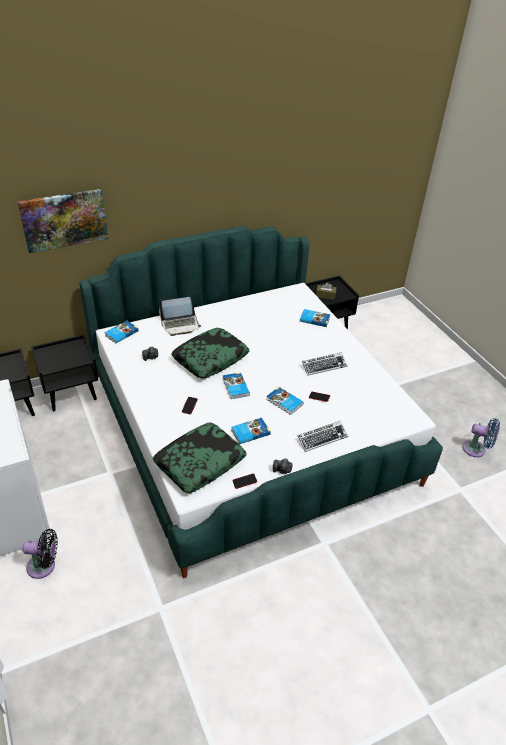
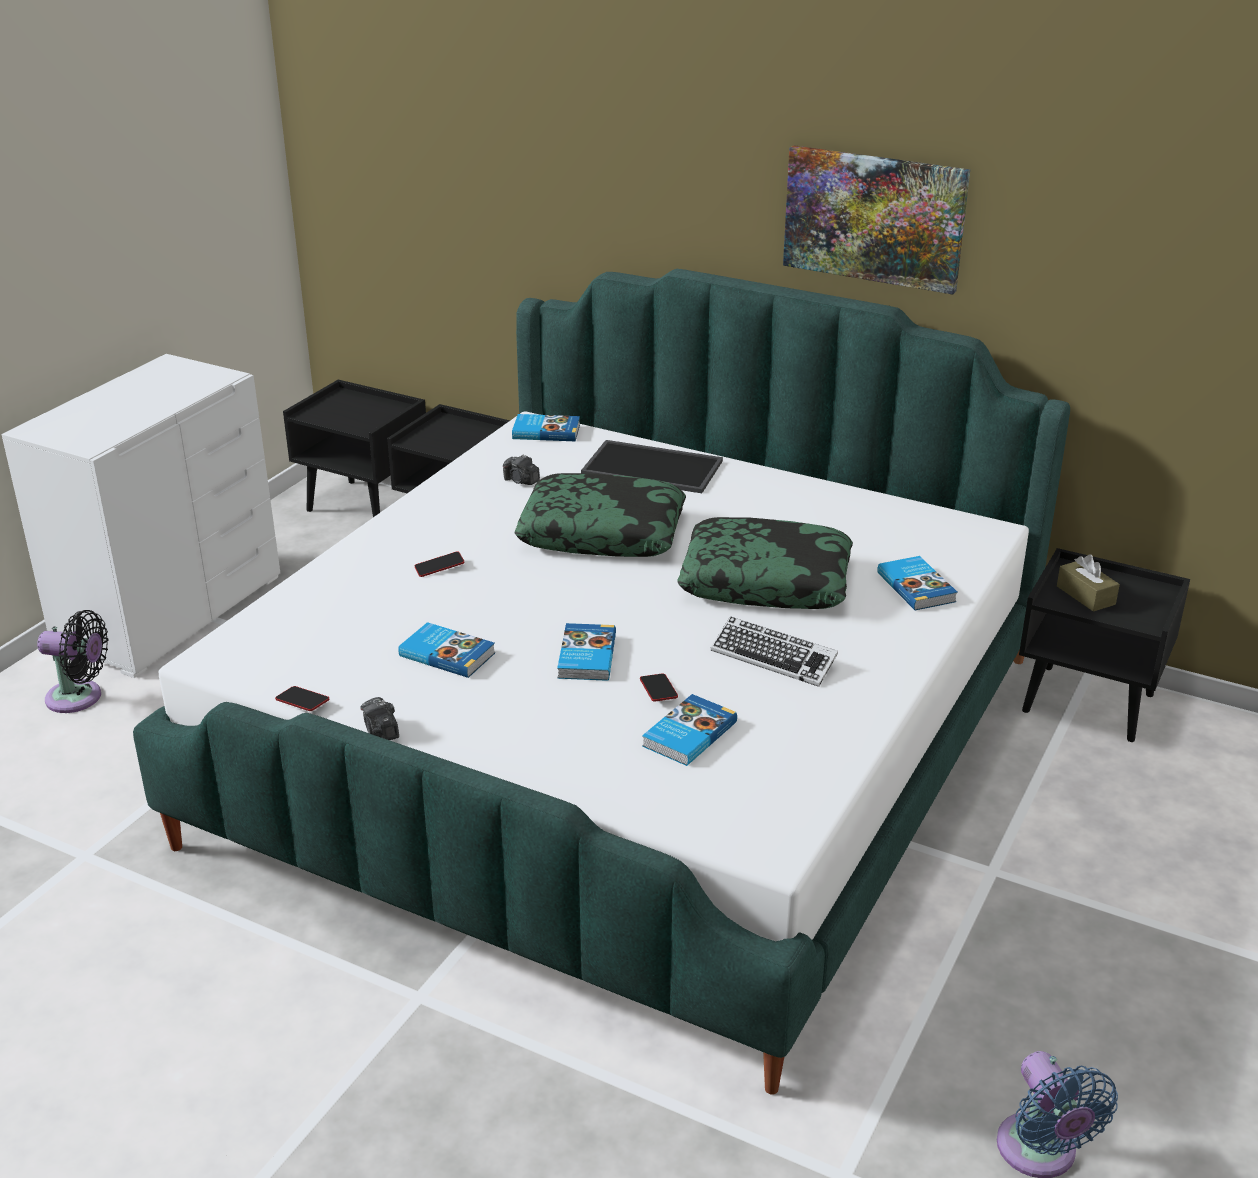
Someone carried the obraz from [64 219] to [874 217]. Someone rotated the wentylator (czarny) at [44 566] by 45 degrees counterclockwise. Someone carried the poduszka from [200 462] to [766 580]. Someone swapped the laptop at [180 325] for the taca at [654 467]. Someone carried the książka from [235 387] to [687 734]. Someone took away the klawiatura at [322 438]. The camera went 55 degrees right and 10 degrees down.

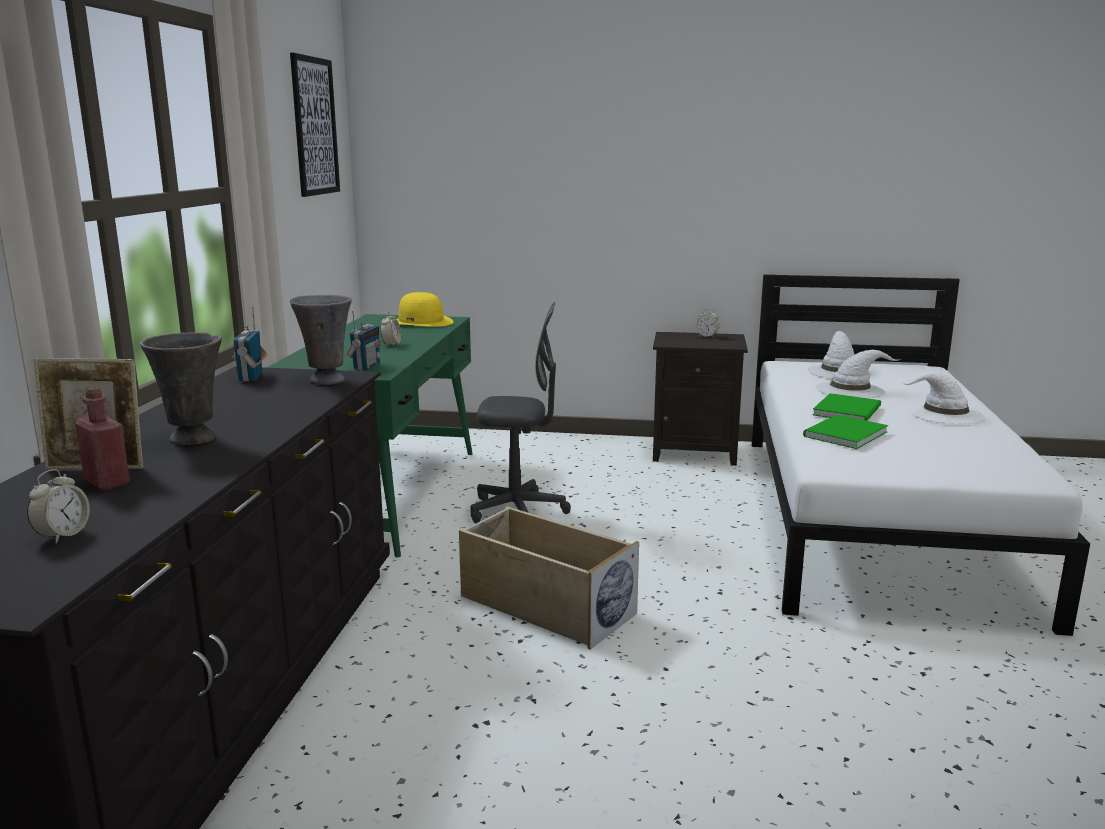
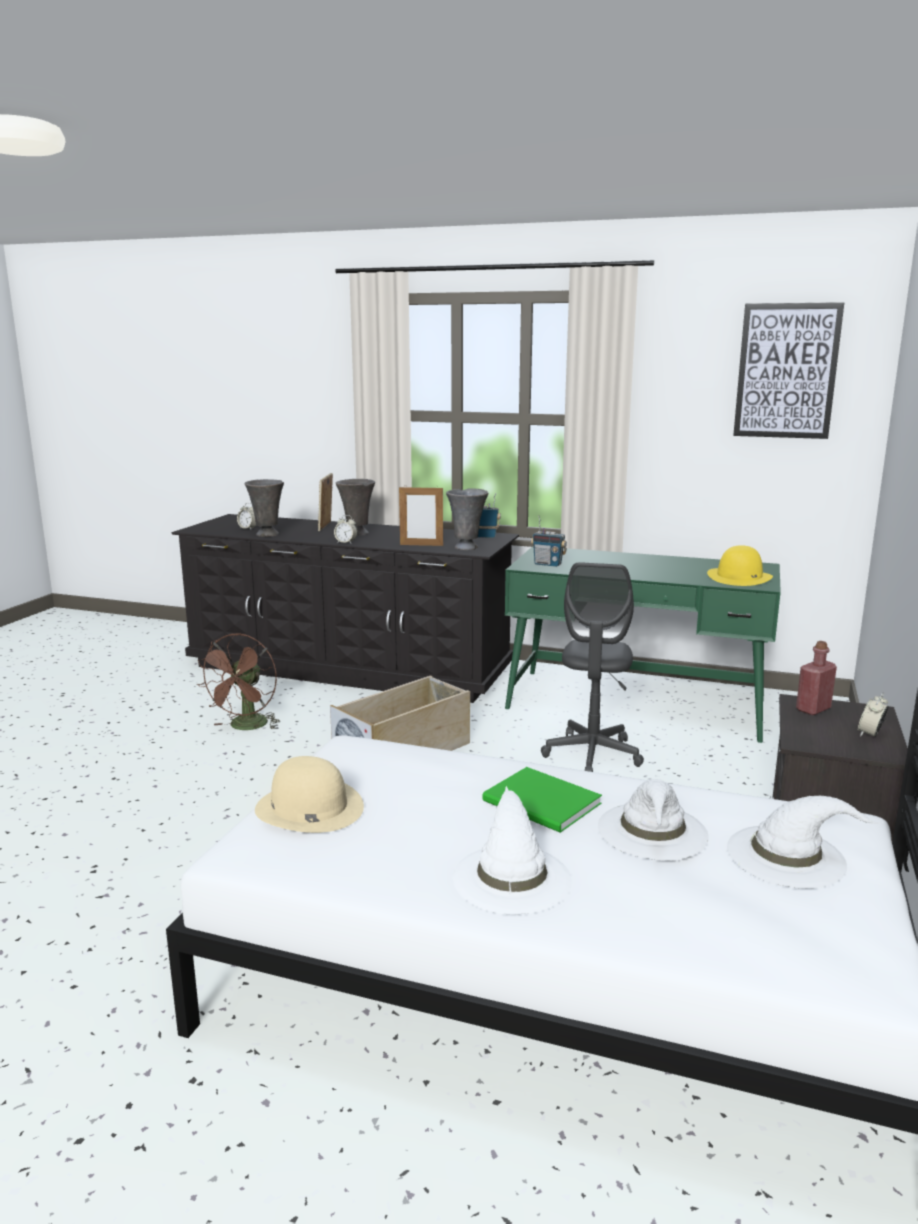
Someone carried the butelka (czerwony) from [107 482] to [813 709]. Someone carried the budzik from [391 344] to [346 542]. Someone took away the książka (zielony) at [842 434]. Someone put down the wentylator (brązowy) at [246 727]. Someone put down the wazon (szary) at [268 535]. Someone put down the kapelusz (beżowy) at [309 808]. Someone put down the ramka na zdjęcie at [421 545]. The camera went 100 degrees right and 0 degrees up.

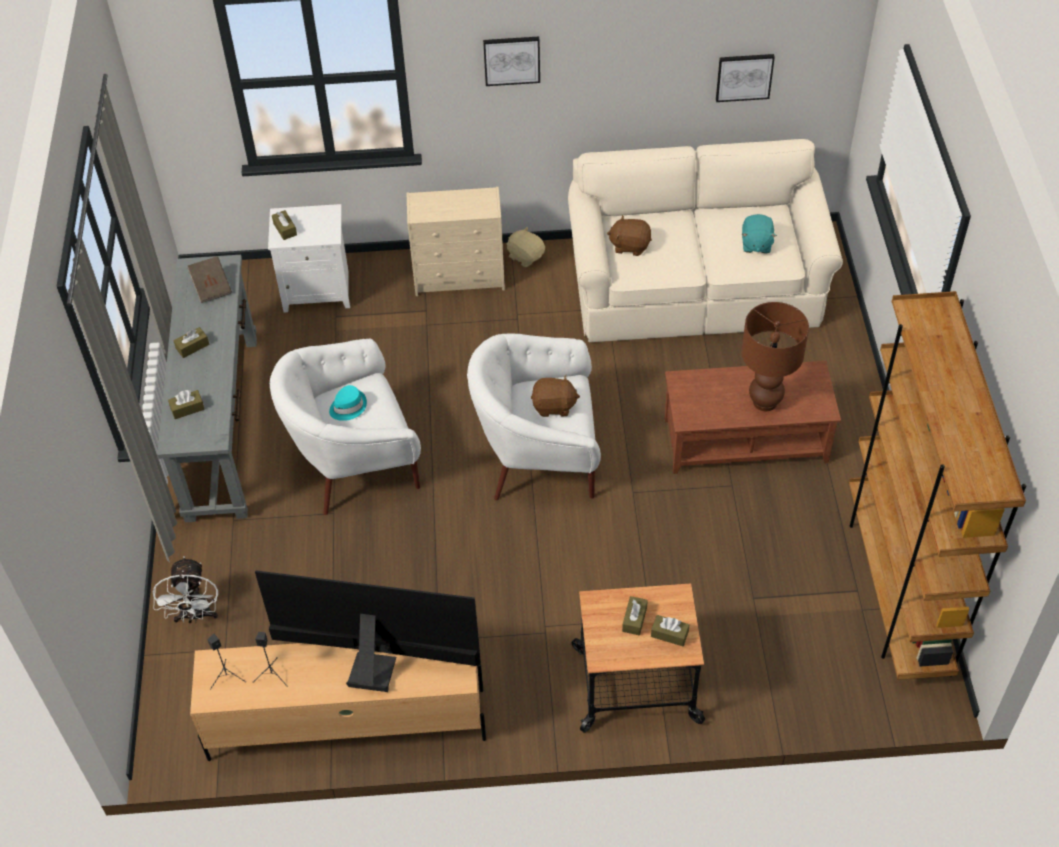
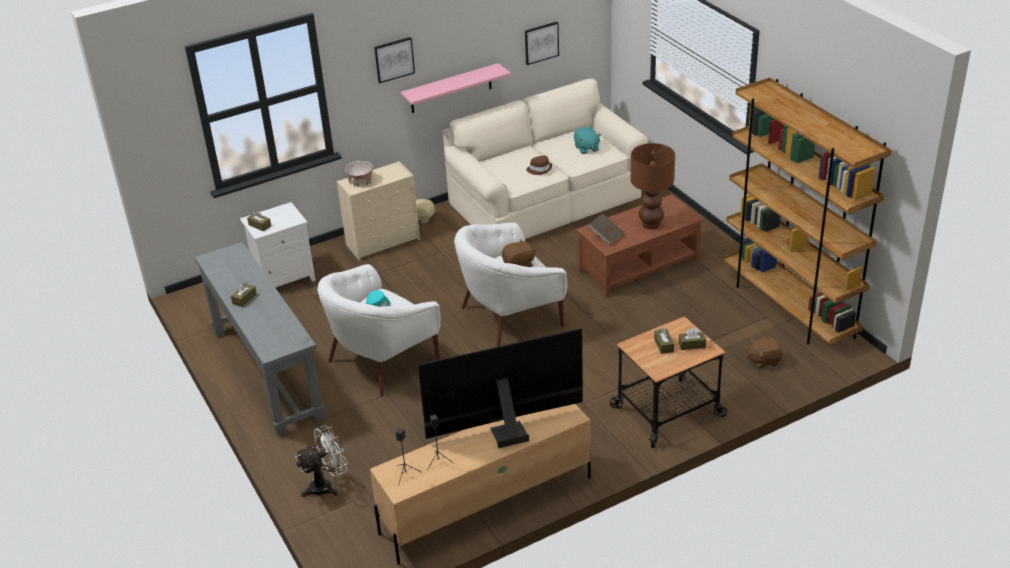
Someone rotated the wentylator (biały) at [196 616] by 90 degrees counterclockwise. Someone took away the pudełko chusteczek (brązowy) at [187 408]. Someone carried the książka (brązowy) from [211 287] to [606 235]. Someone carried the pluszak (brązowy) from [630 245] to [763 360]. Someone put down the miska (beżowy) at [360 182]. Someone put up the półka (różowy) at [451 88]. Someone put down the kapelusz (brązowy) at [539 169]. The camera went 25 degrees left and 15 degrees down.

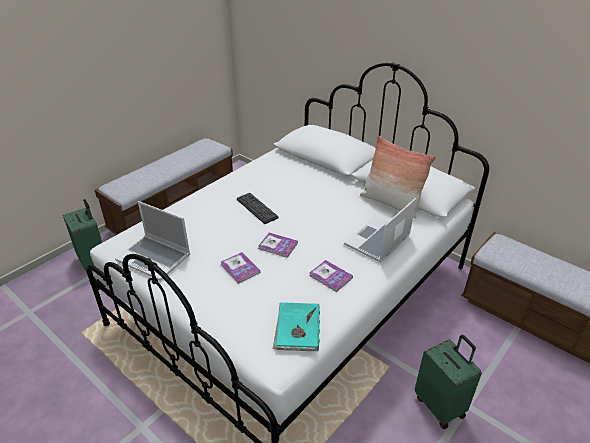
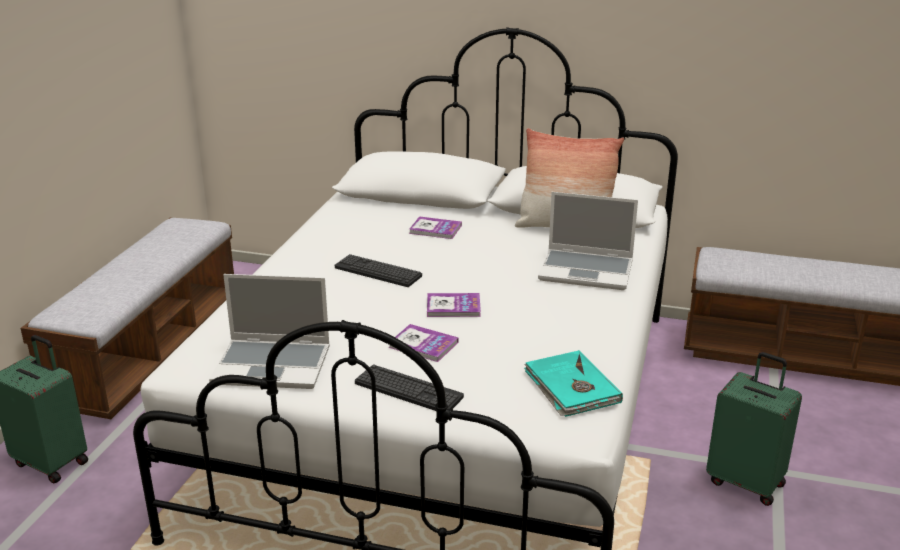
Someone carried the książka from [330 276] to [435 229]. Someone rotated the laptop at [378 241] by 90 degrees counterclockwise. Someone put down the klawiatura at [408 390]. The camera went 25 degrees left and 10 degrees down.

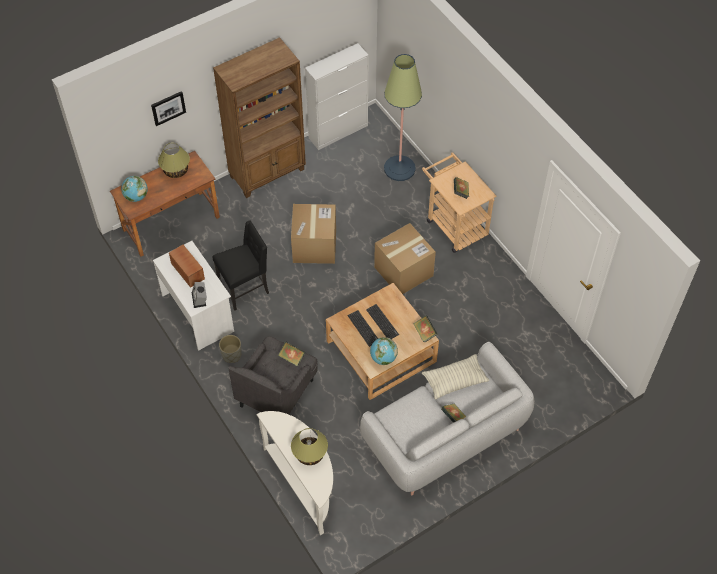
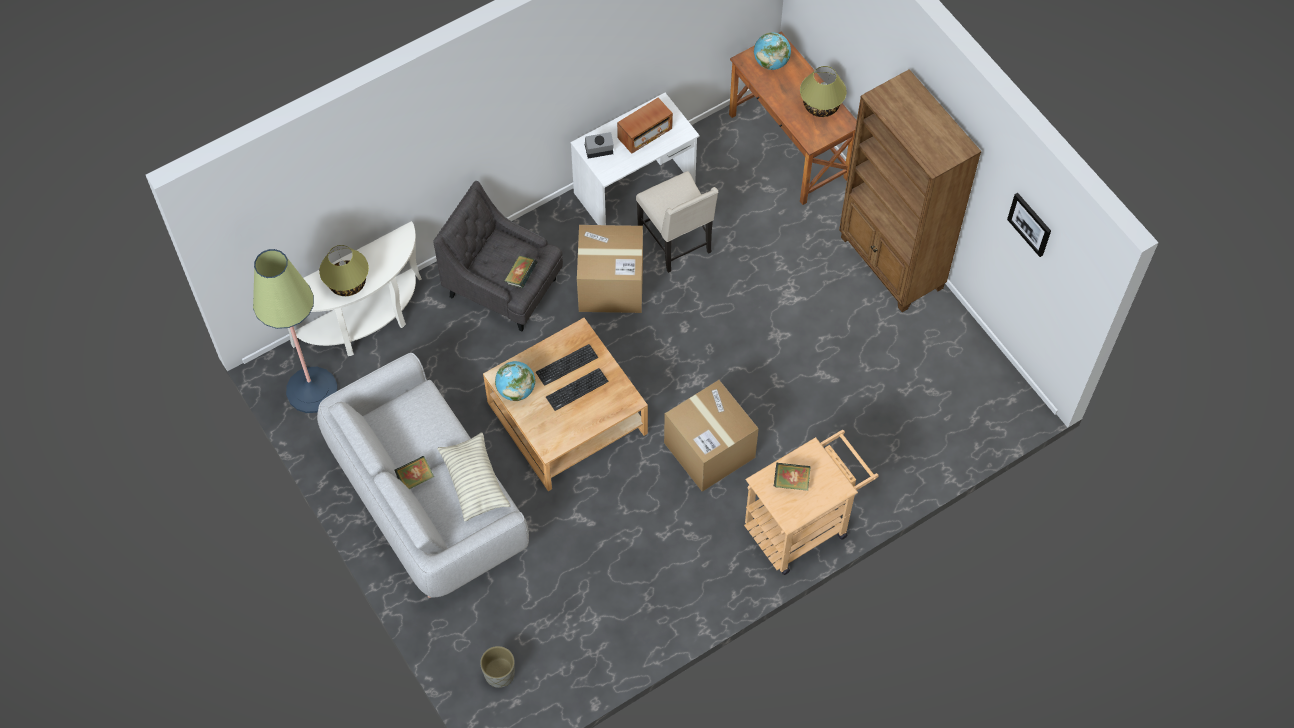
Someone carried the obraz from [168 108] to [1030 224]. Someone repainted the krzesło (czarny) at [245 288], which became the krzesło (beżowy) at [676 243]. Someone carried the donica (szary) from [232 355] to [499 674]. Someone carried the karton from [314 246] to [611 285]. Someone took away the szafka (biały) at [338 132]. Someone carried the lampa stojąca from [399 168] to [312 390]. Someone took away the książka at [424 333]. The camera went 90 degrees right and 5 degrees up.

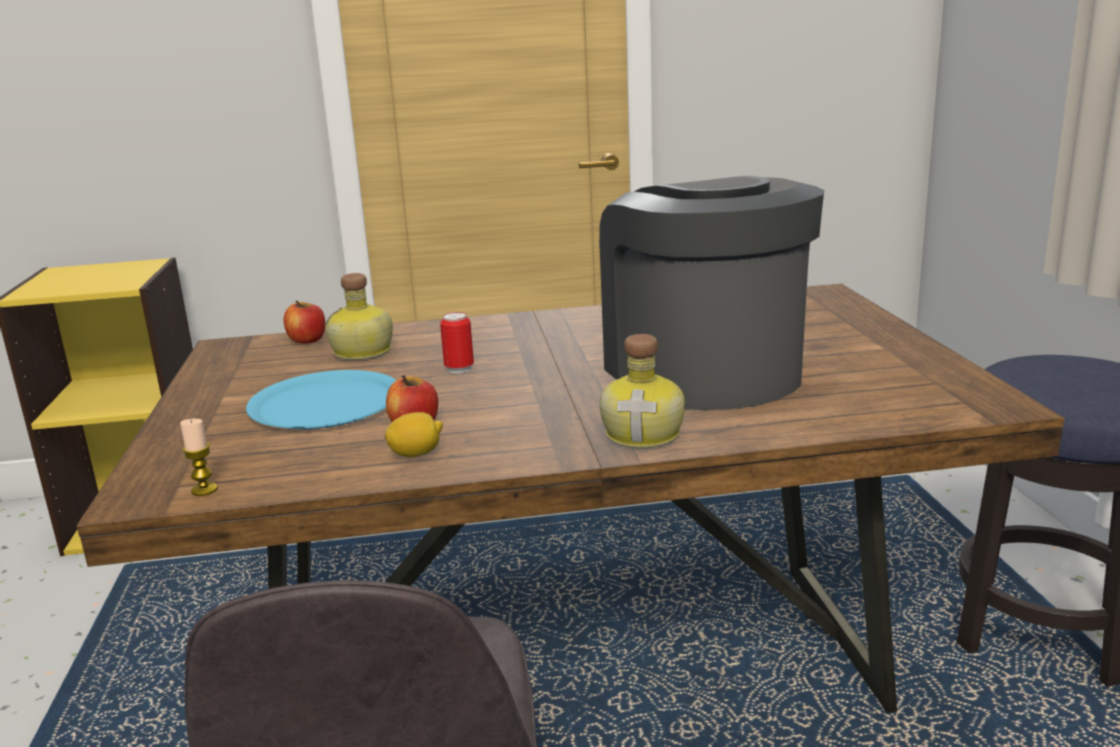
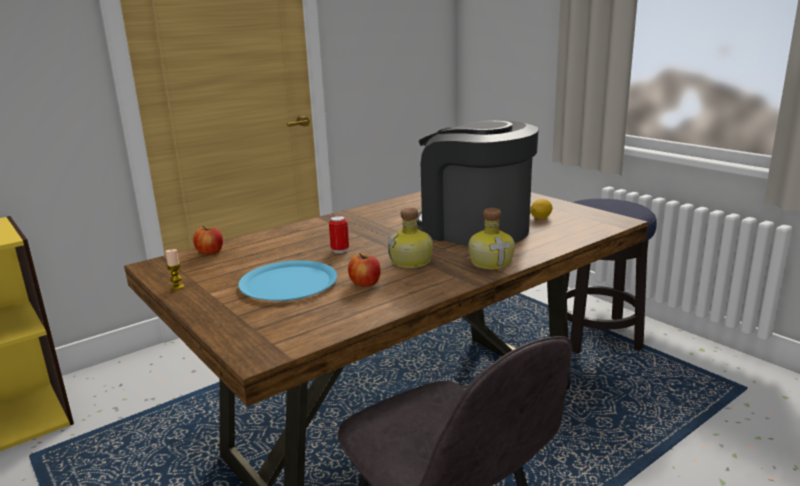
Someone carried the świeca from [204 490] to [177 287]. Someone carried the butelka from [363 352] to [412 262]. Someone carried the cytryna from [416 454] to [540 218]. The camera went 30 degrees left and 0 degrees up.

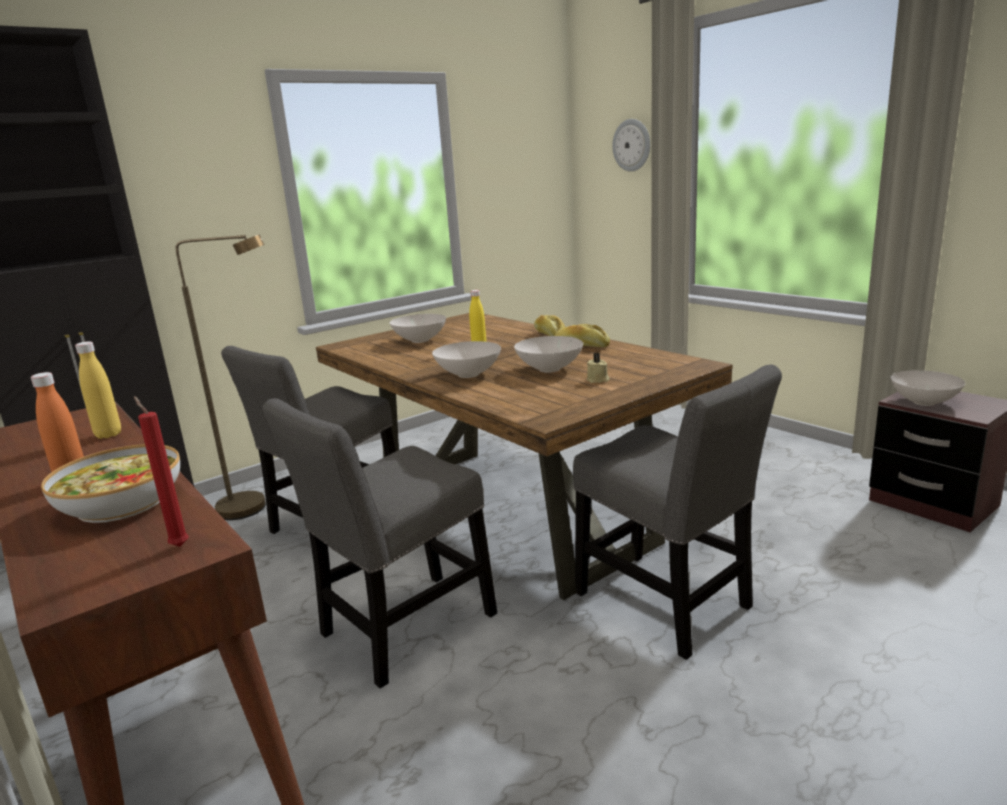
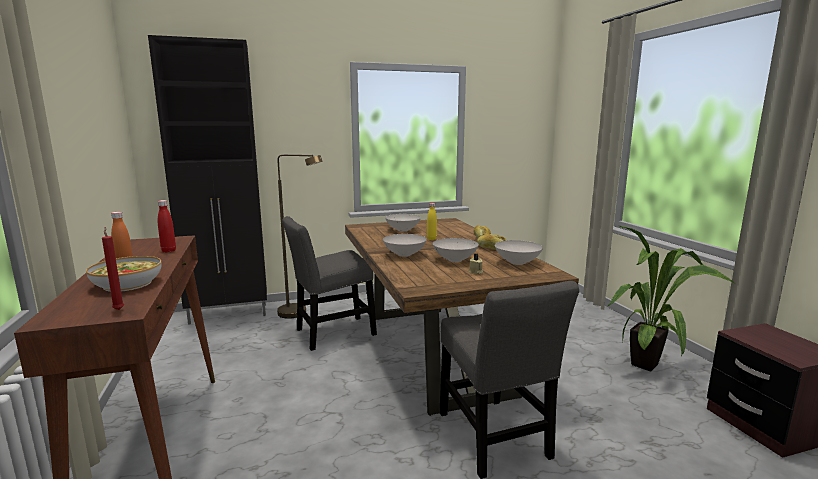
Someone repainted the butelka (żółty) at [108 435], which became the butelka (czerwony) at [168 251]. Someone took away the krzesło (szary) at [402 629]. Someone took away the zegar ścienny at [632 145]. Someone carried the miska (biały) from [923 403] to [516 263]. Someone put down the roślina doniczkowa at [650 367]. The camera went 20 degrees right and 5 degrees down.

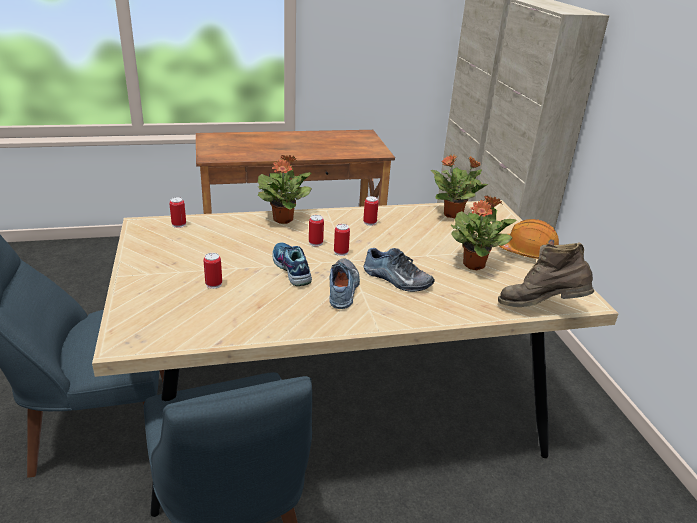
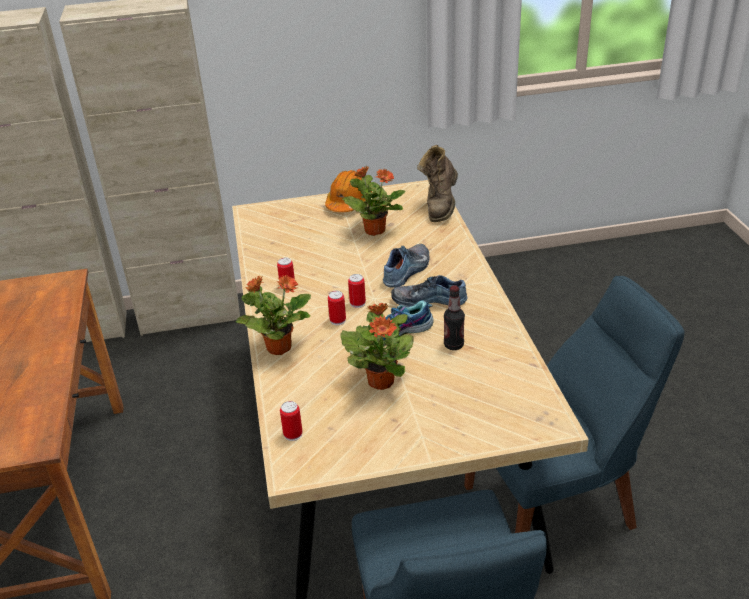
Someone took away the puszka at [214 284]. Someone carried the roślina doniczkowa from [453 215] to [381 381]. Someone put down the butelka at [453 345]. The camera went 85 degrees left and 5 degrees up.

